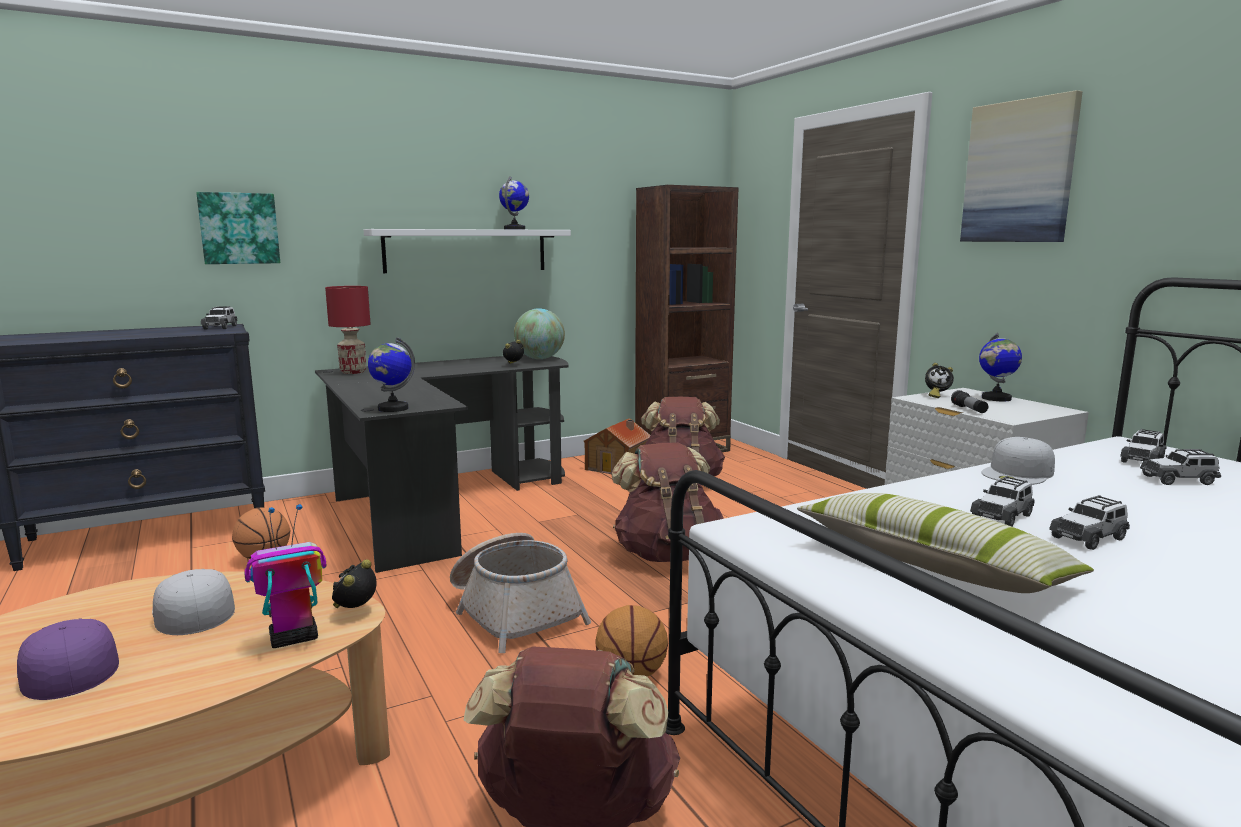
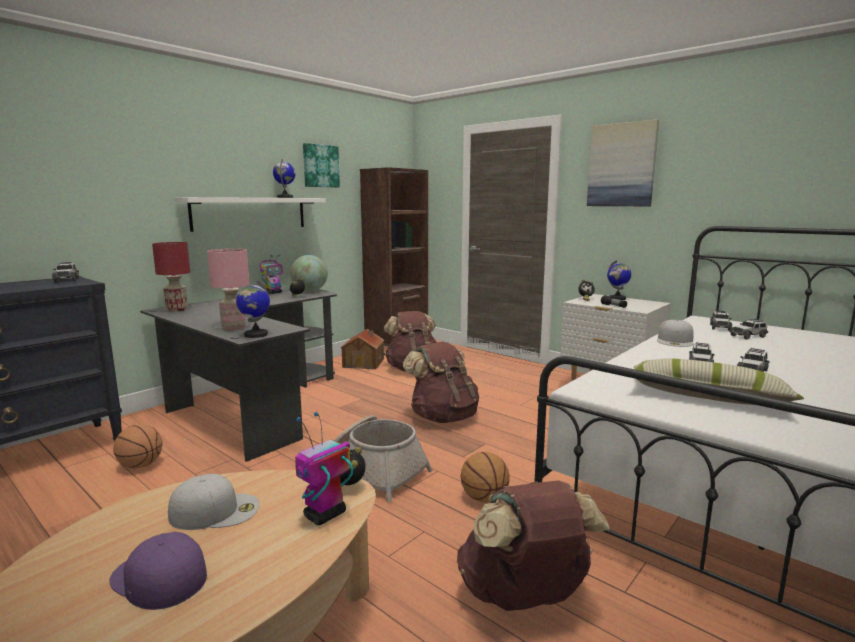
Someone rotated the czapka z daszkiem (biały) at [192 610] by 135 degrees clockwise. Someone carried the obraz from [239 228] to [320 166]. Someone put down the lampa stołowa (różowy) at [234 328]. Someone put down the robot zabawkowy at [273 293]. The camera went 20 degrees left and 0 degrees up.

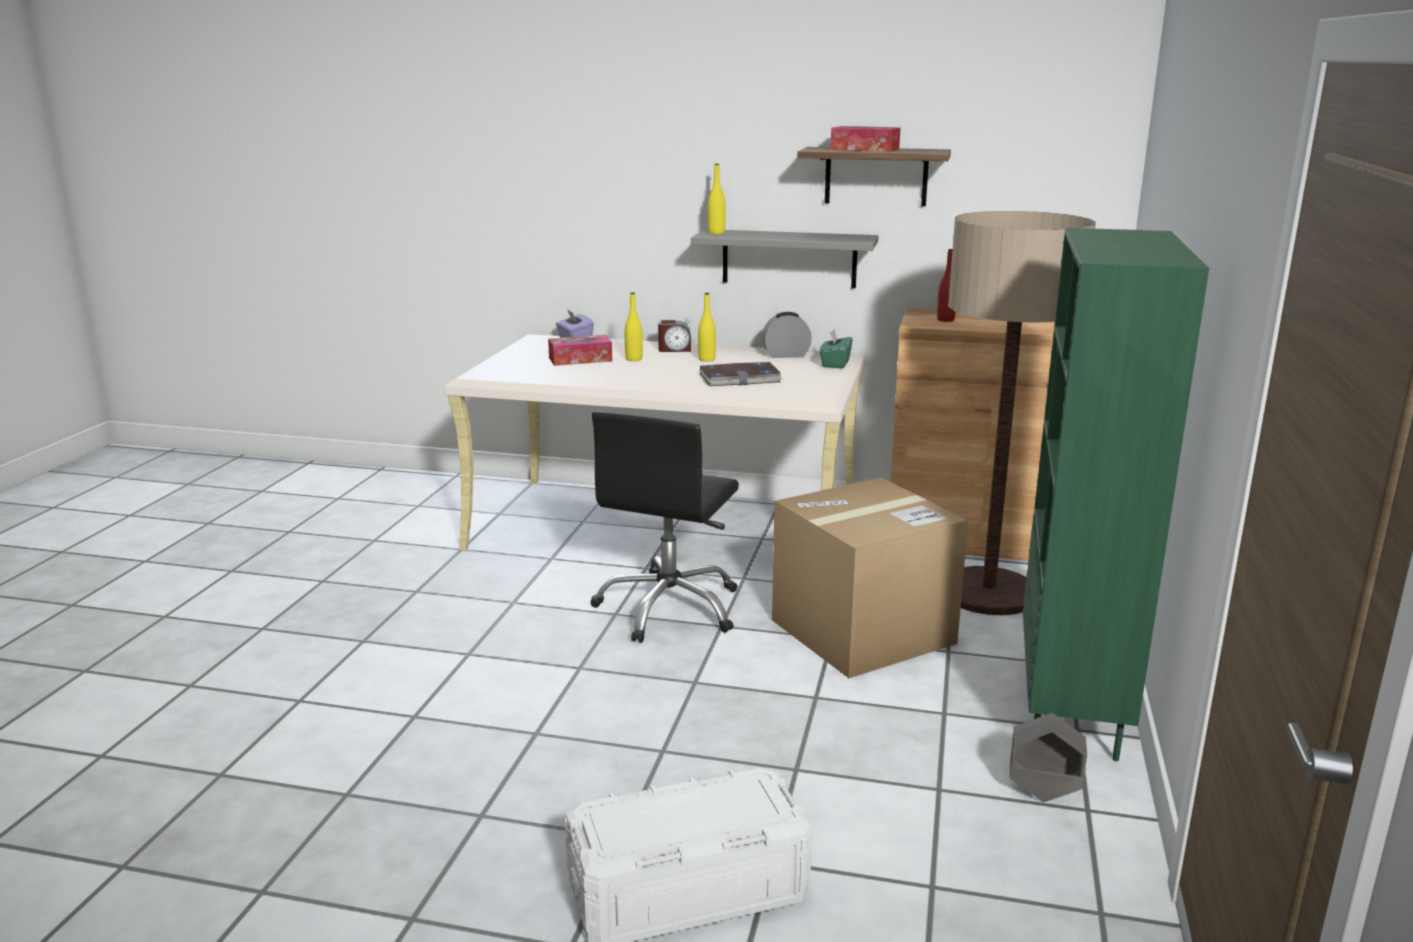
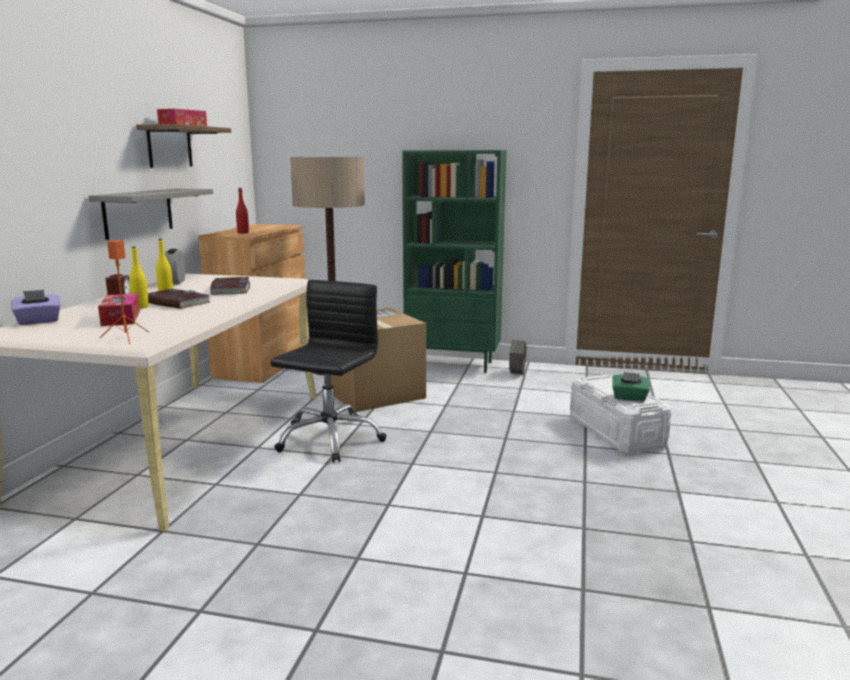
Someone rotated the krzesło biurowe (czarny) at [669 608] by 90 degrees counterclockwise. Someone took away the butelka (żółty) at [716 233]. Someone carried the pudełko chusteczek (zielony) from [835 364] to [629 398]. Someone put down the głośnik (pomarańczowy) at [126 337]. Someone put down the książka at [176 302]. The camera went 90 degrees left and 5 degrees down.

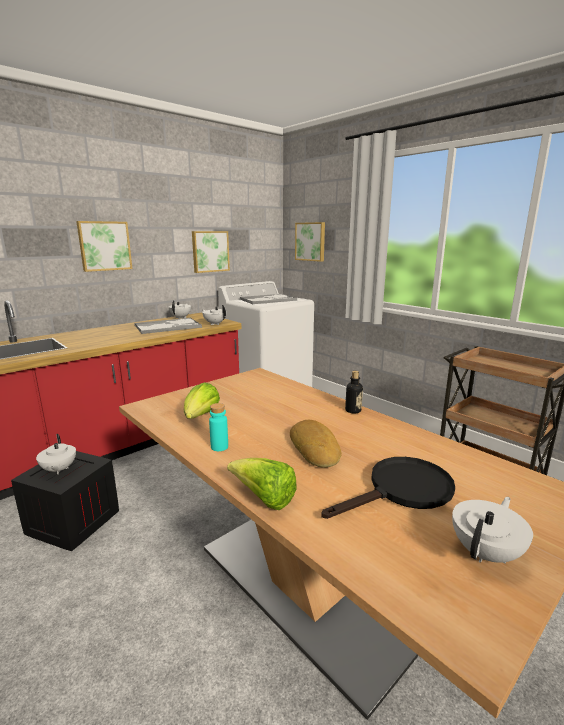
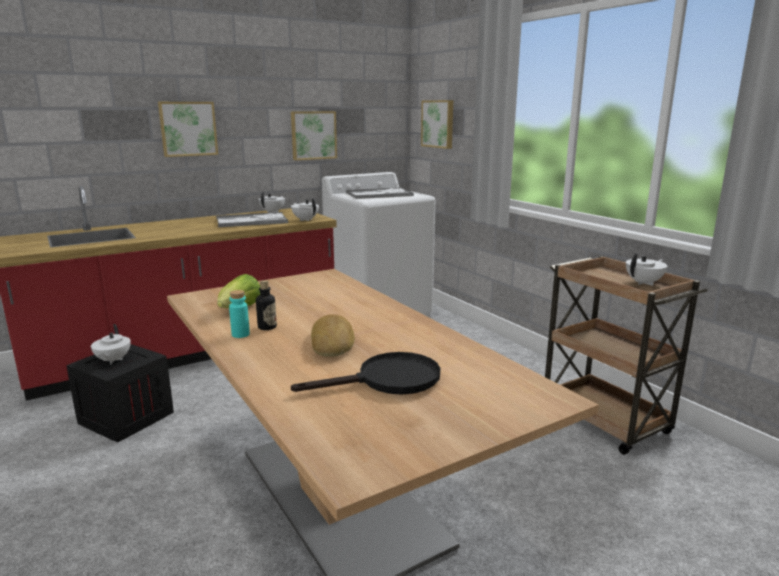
Someone took away the sałata at [264 499]. Someone carried the butelka from [353 410] to [267 327]. Someone carried the imbryk (biały) from [486 552] to [644 283]. The camera went 10 degrees right and 0 degrees up.

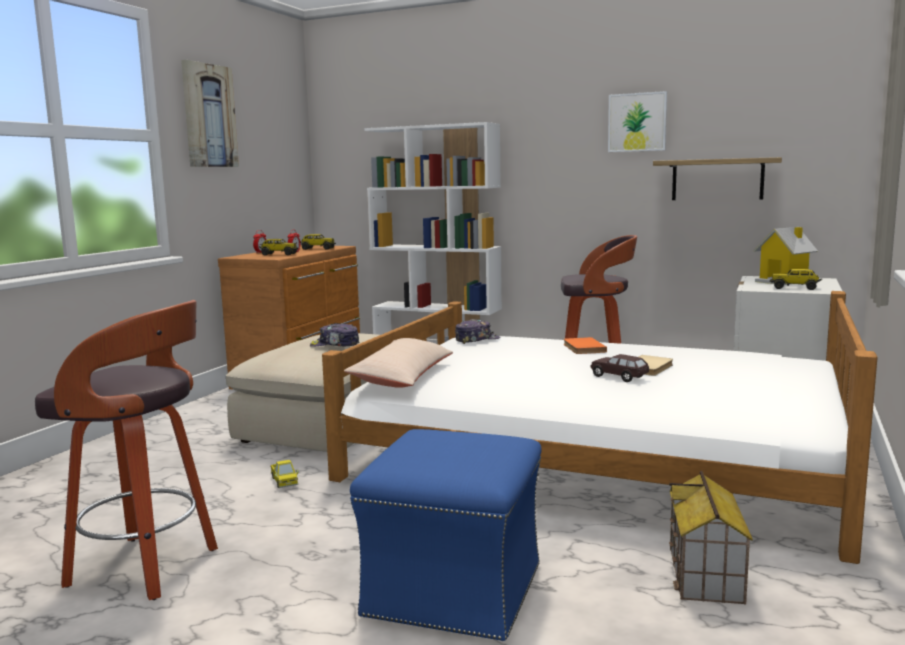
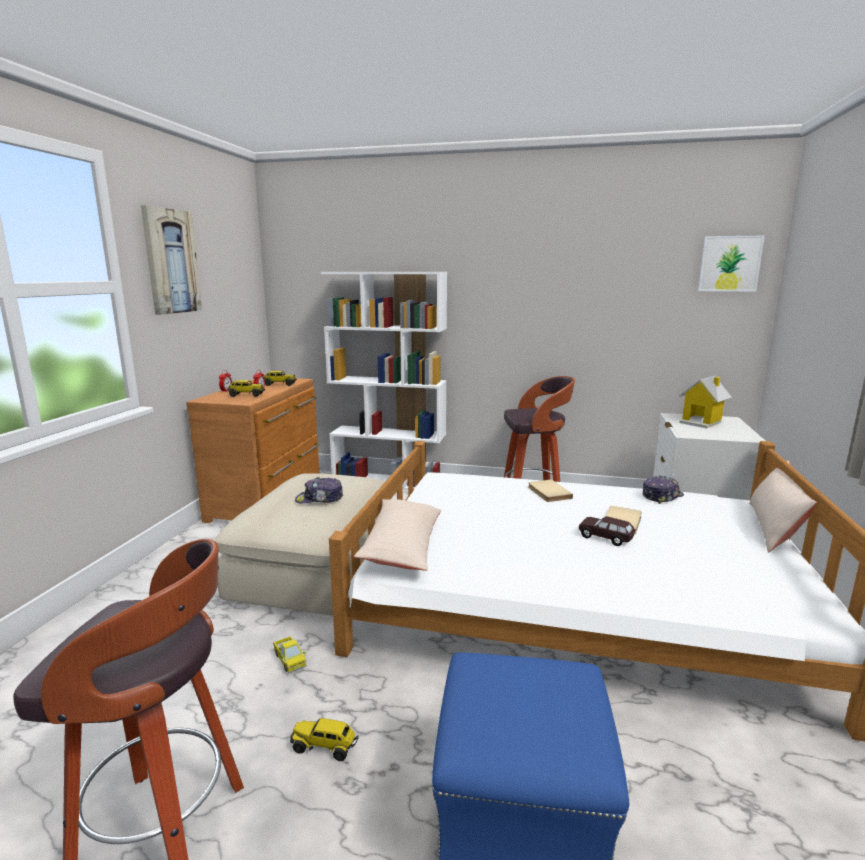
Someone carried the czapka z daszkiem from [477 340] to [661 496]. Someone repainted the książka (pomarańczowy) at [582 348], which became the książka (beżowy) at [548 492]. Someone carried the obraz from [637 122] to [730 264]. Someone took away the półka at [717 179]. Someone took away the domek at [706 575]. Someone carried the ciężarówka zabawkowa from [795 288] to [325 746]. Someone put down the poduszka (beżowy) at [774 528]. The camera went 10 degrees left and 5 degrees up.

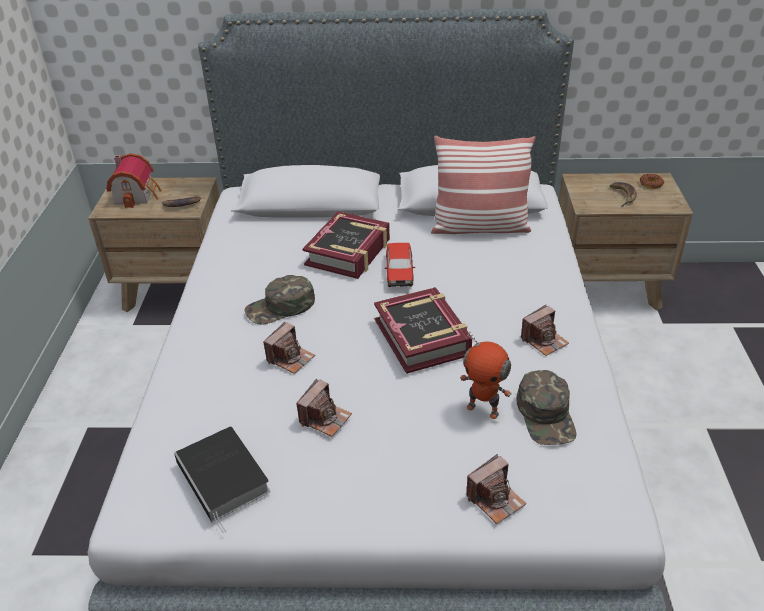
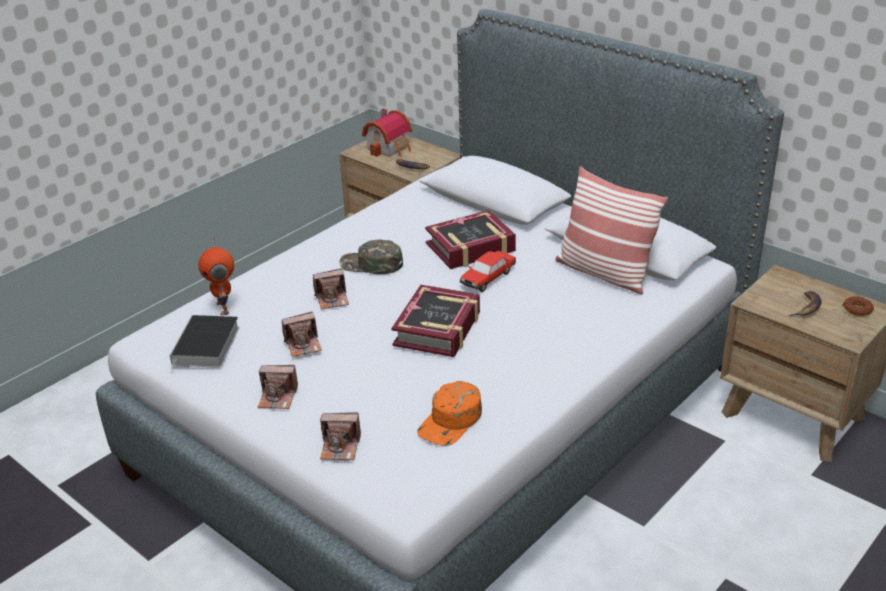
Someone carried the robot zabawkowy from [483 409] to [224 308]. Someone repainted the czapka z daszkiem (zielony) at [546 414], which became the czapka z daszkiem (pomarańczowy) at [451 421]. Someone carried the aparat fotograficzny from [544 340] to [278 397]. The camera went 40 degrees right and 5 degrees down.

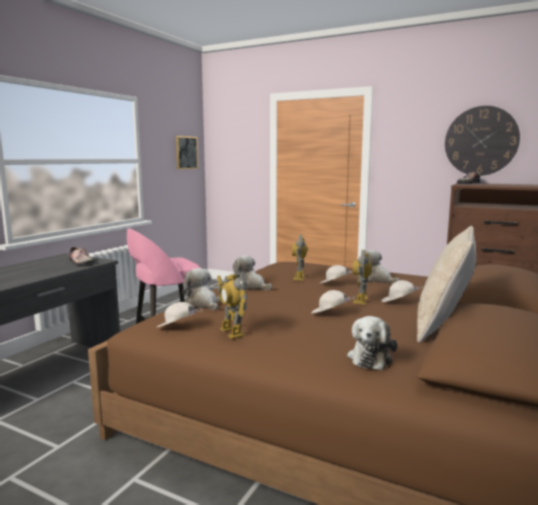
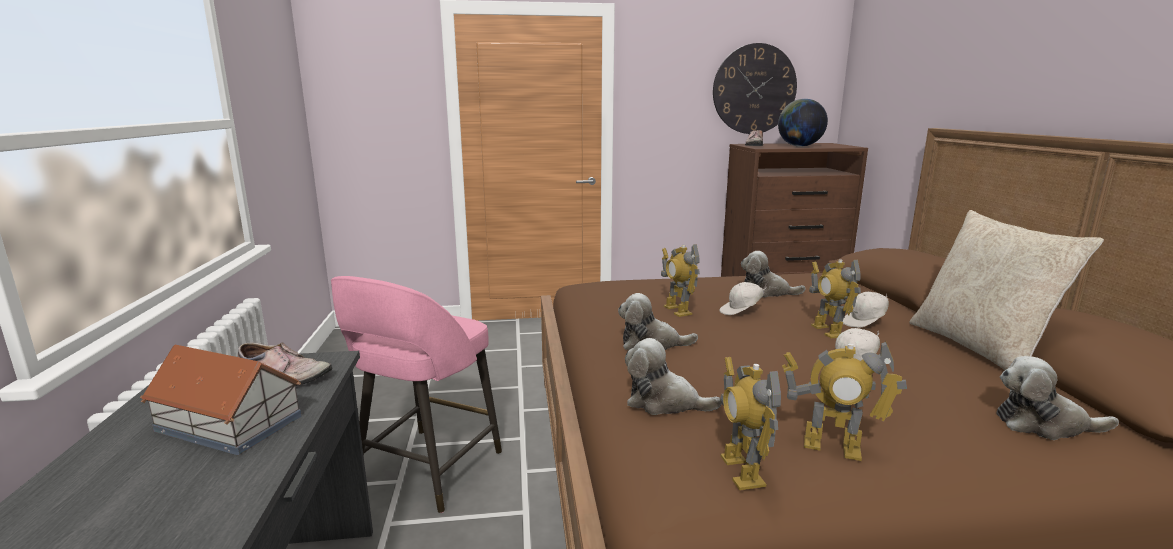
Someone swapped the czapka z daszkiem (biały) at [177 327] for the robot zabawkowy at [741 471]. Someone took away the obraz at [186 152]. Someone rotated the pluszak at [370 358] by 120 degrees clockwise. Someone put down the domek at [229 424]. Someone put down the globus at [799 146]. The camera went 35 degrees left and 5 degrees up.

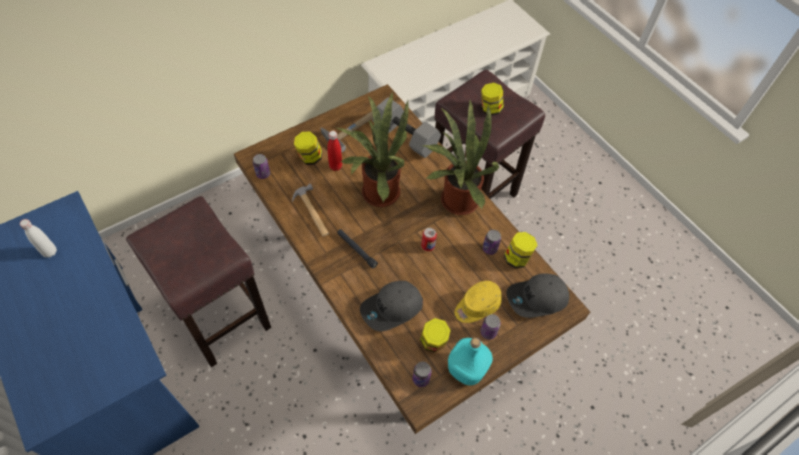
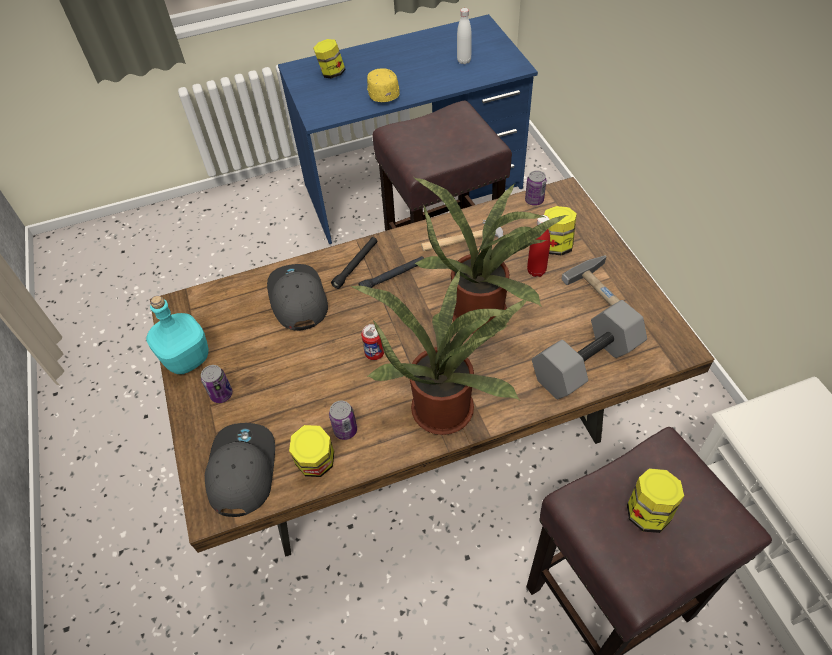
Someone took away the puszka at [421 379]. Someone carried the słoik from [433 342] to [331 73]. Someone carried the czapka z daszkiem (żółty) from [476 306] to [382 92]. Someone put down the latarka (czarny) at [356 265]. The camera went 110 degrees right and 5 degrees down.

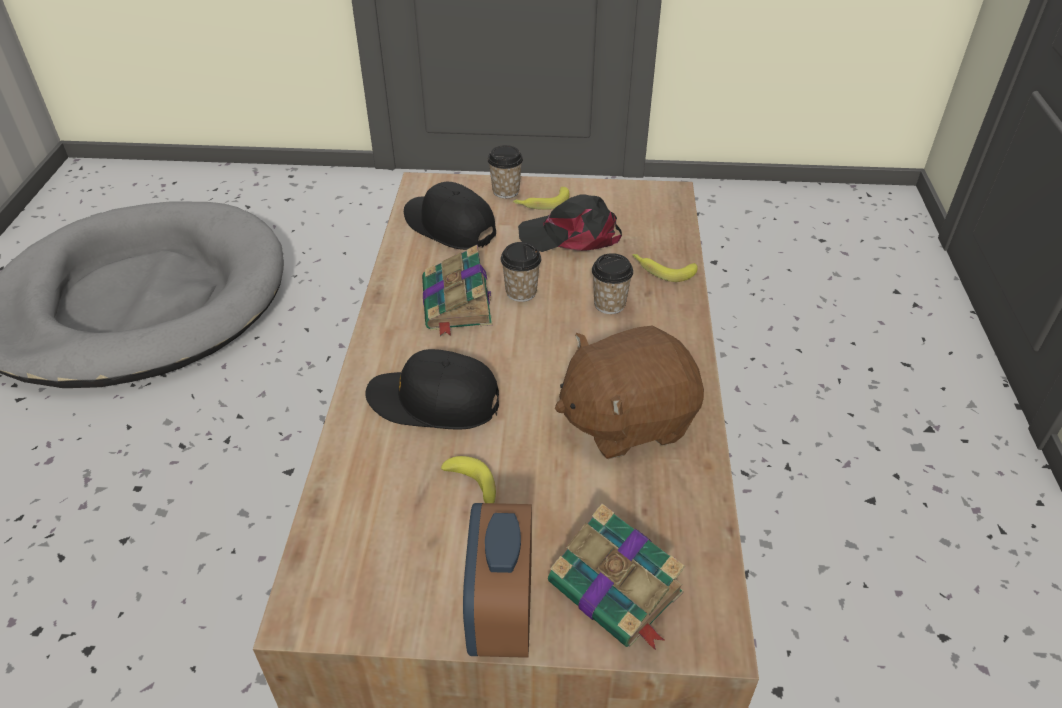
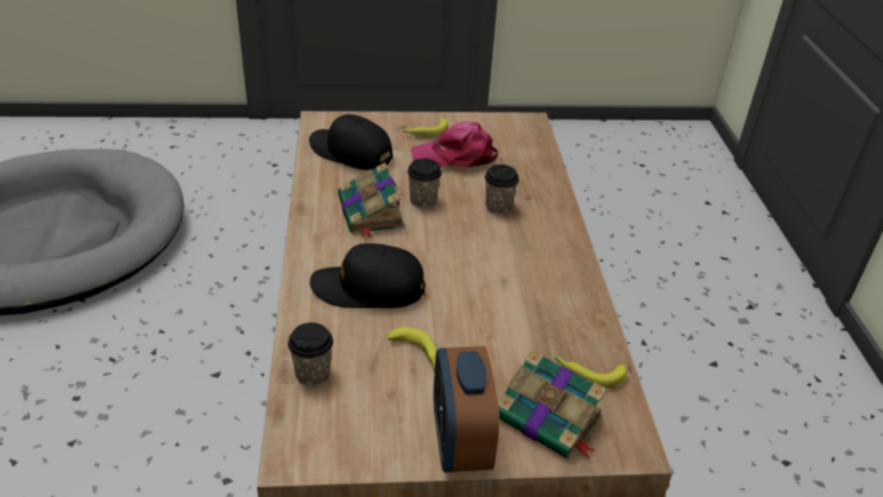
Someone carried the filiżanka from [506 191] to [312 374]. Someone repainted the czapka z daszkiem (czarny) at [571 236], which became the czapka z daszkiem (różowy) at [455 157]. Someone took away the pluszak (brązowy) at [626 420]. Someone carried the banan from [662 270] to [588 373]. The camera went 10 degrees left and 5 degrees down.

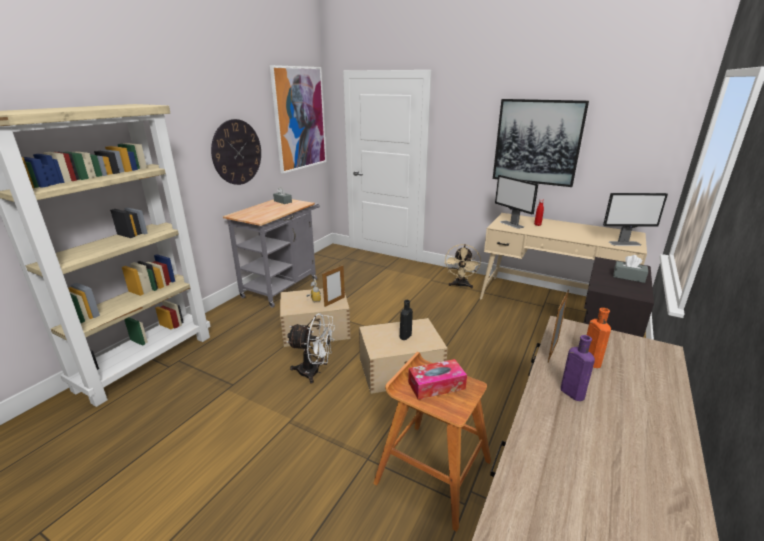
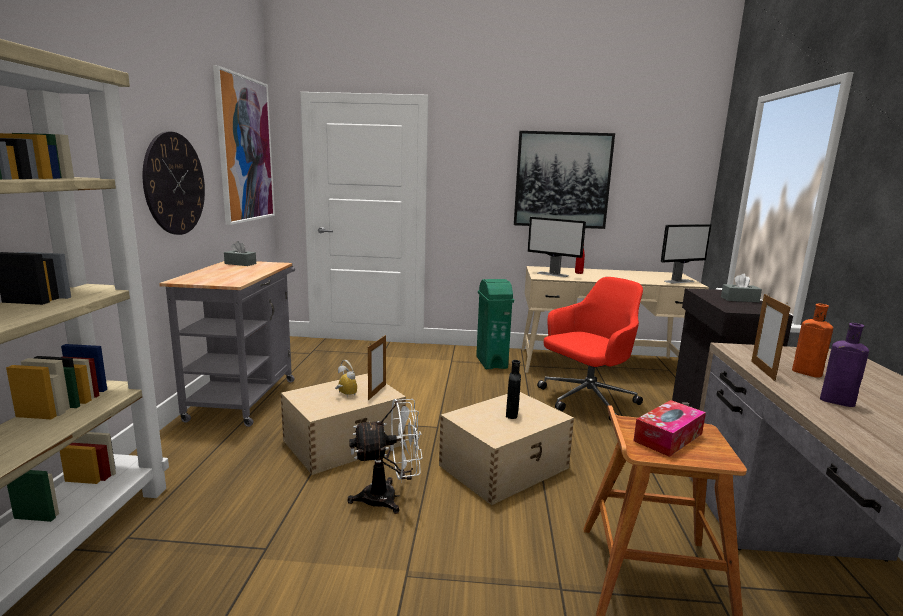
Someone swapped the wentylator (beżowy) at [460 285] for the kosz na śmieci (zielony) at [491 362]. Someone put down the krzesło biurowe (czerwony) at [586 400]. The camera went 25 degrees left and 10 degrees down.

